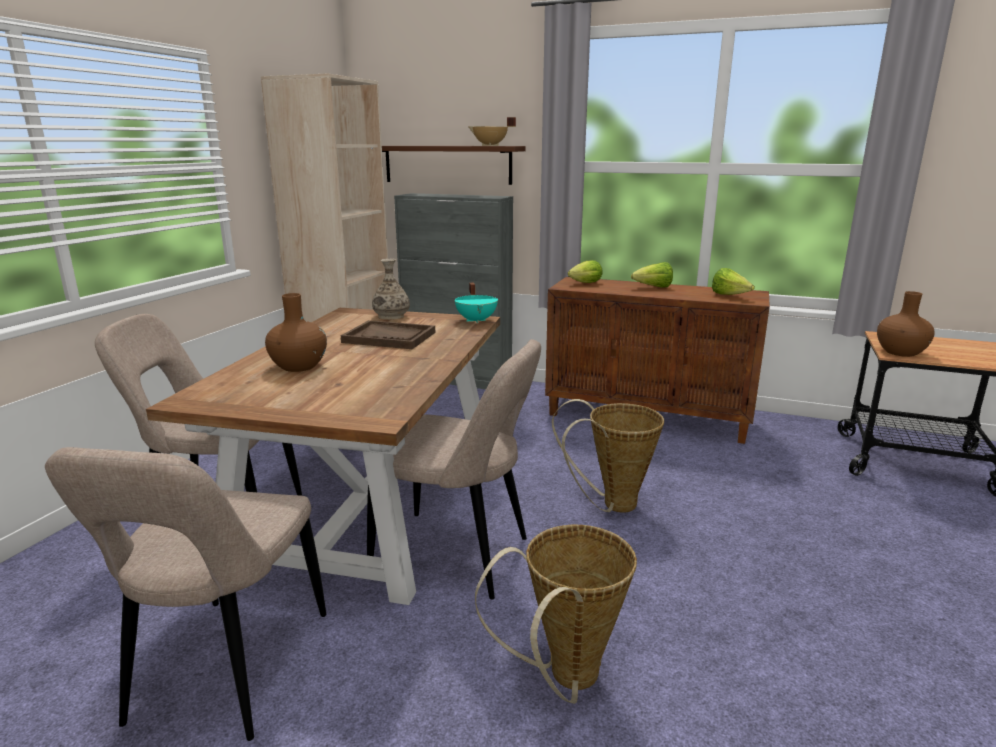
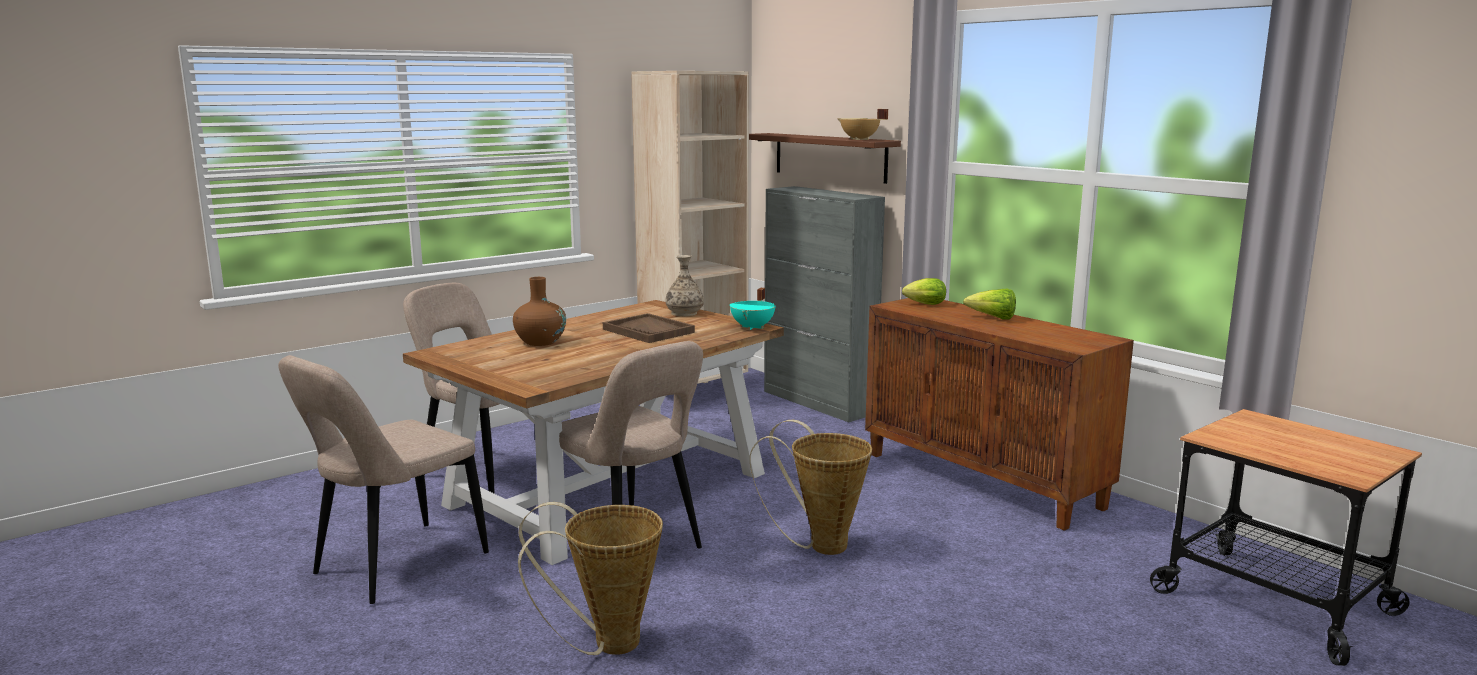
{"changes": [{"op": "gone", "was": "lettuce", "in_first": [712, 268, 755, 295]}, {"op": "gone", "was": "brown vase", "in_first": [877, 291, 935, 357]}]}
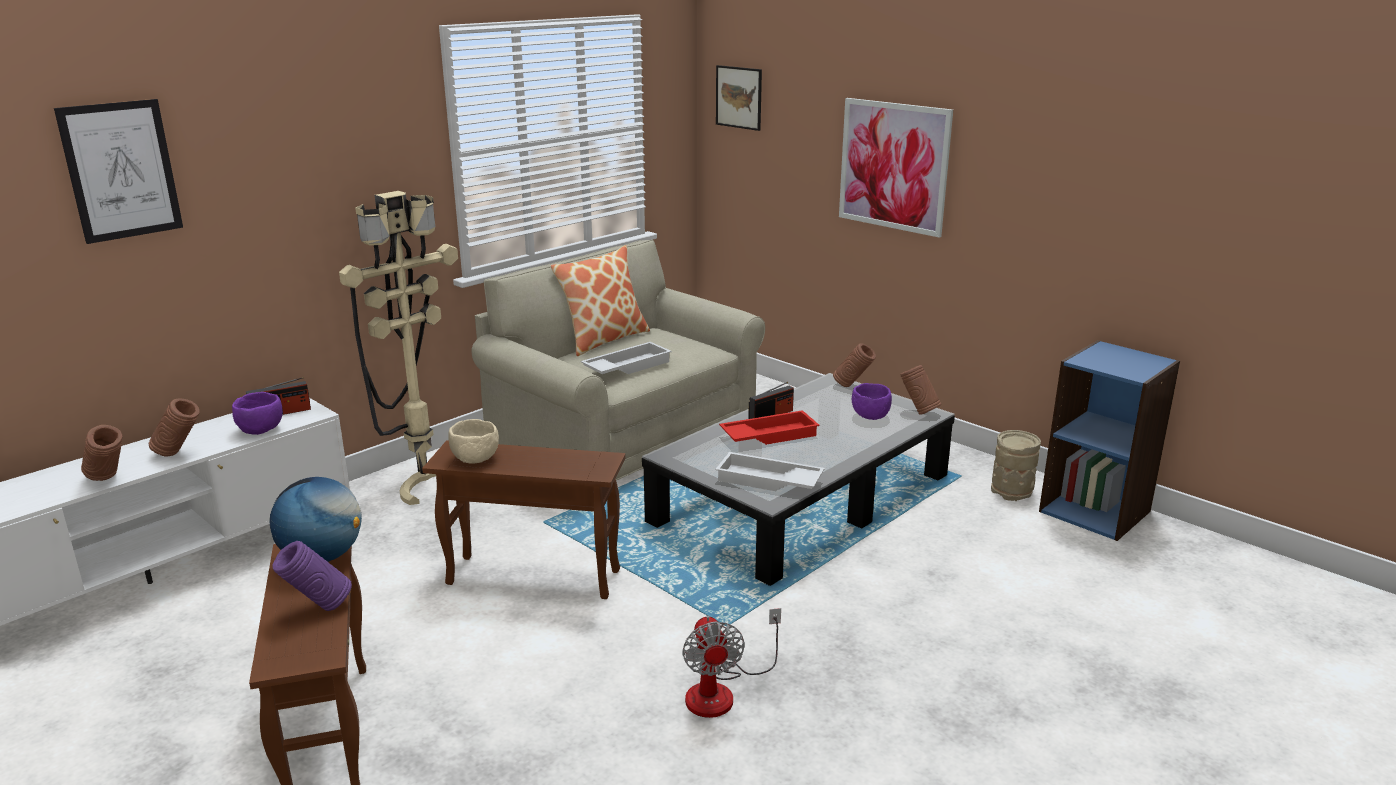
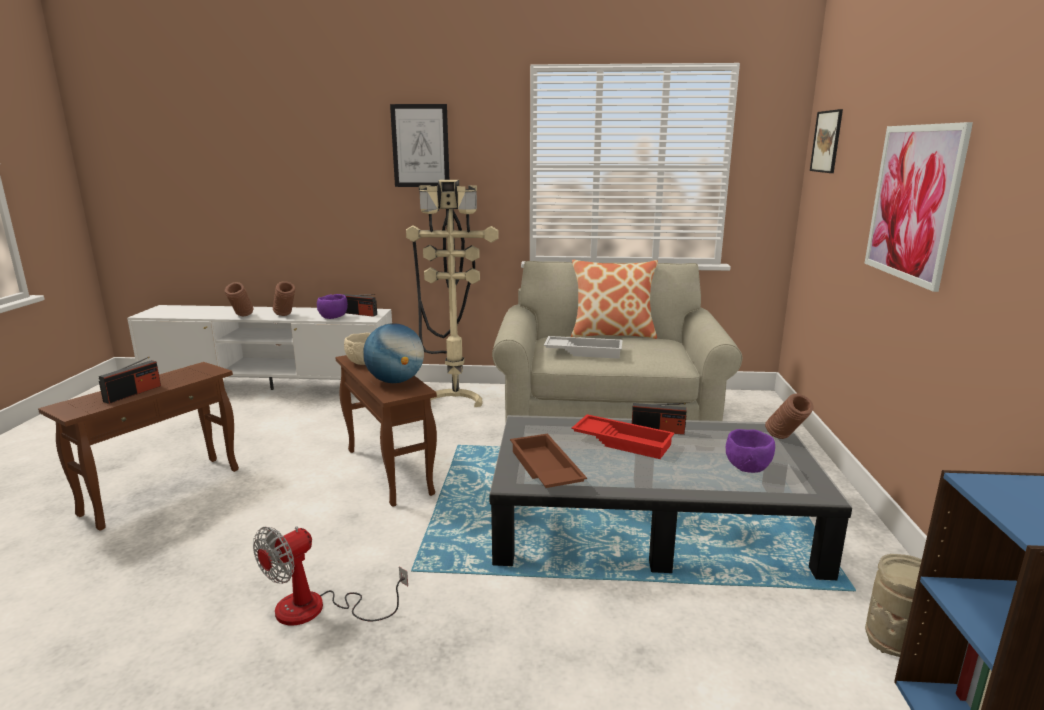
{"changes": [{"op": "gone", "was": "brown vase", "in_first": [900, 365, 941, 414]}, {"op": "shifted", "was": "picture", "in_first": [54, 99, 183, 244], "in_second": [390, 104, 449, 187]}, {"op": "shifted", "was": "globe", "in_first": [269, 477, 362, 562], "in_second": [363, 323, 424, 383]}, {"op": "swapped", "was": "purple vase", "now": "radio", "in_first": [273, 541, 352, 611], "in_second": [99, 357, 161, 404]}, {"op": "repainted", "was": "white tray", "now": "brown tray", "in_first": [715, 452, 825, 491], "in_second": [510, 434, 587, 488]}]}
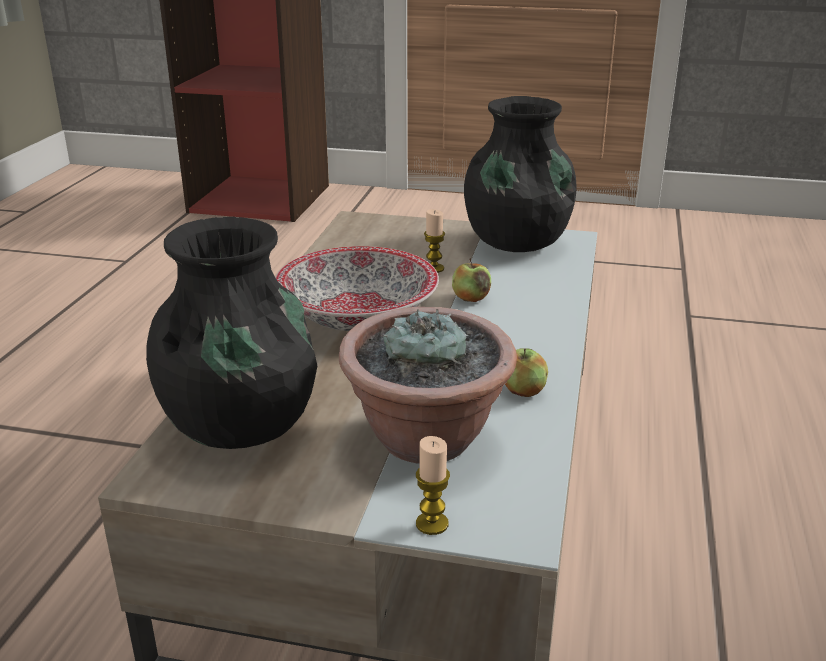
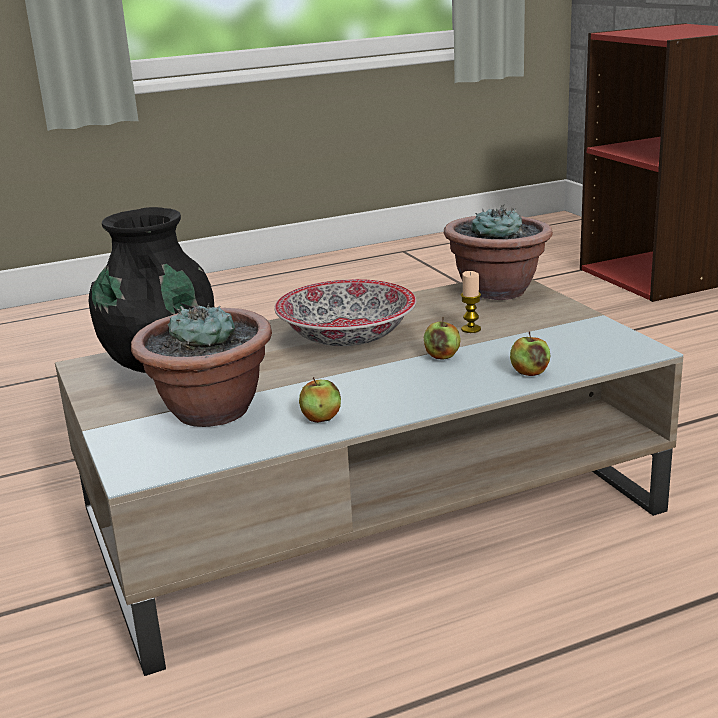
{"changes": [{"op": "gone", "was": "candle", "in_first": [416, 436, 450, 535]}, {"op": "gone", "was": "black vase", "in_first": [464, 96, 577, 252]}, {"op": "new", "now": "potted plant", "in_second": [444, 204, 553, 300]}, {"op": "new", "now": "apple", "in_second": [510, 332, 551, 376]}]}
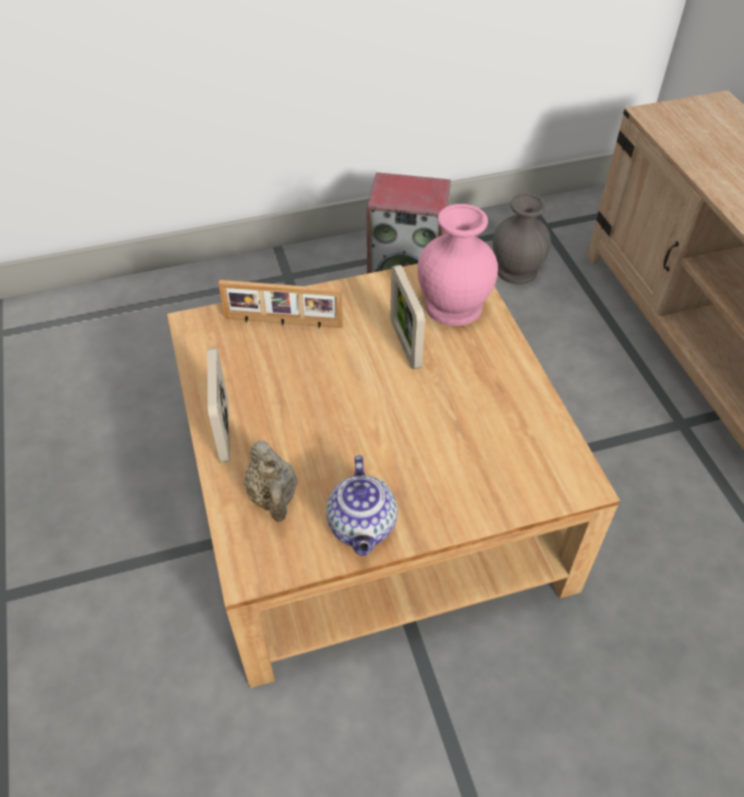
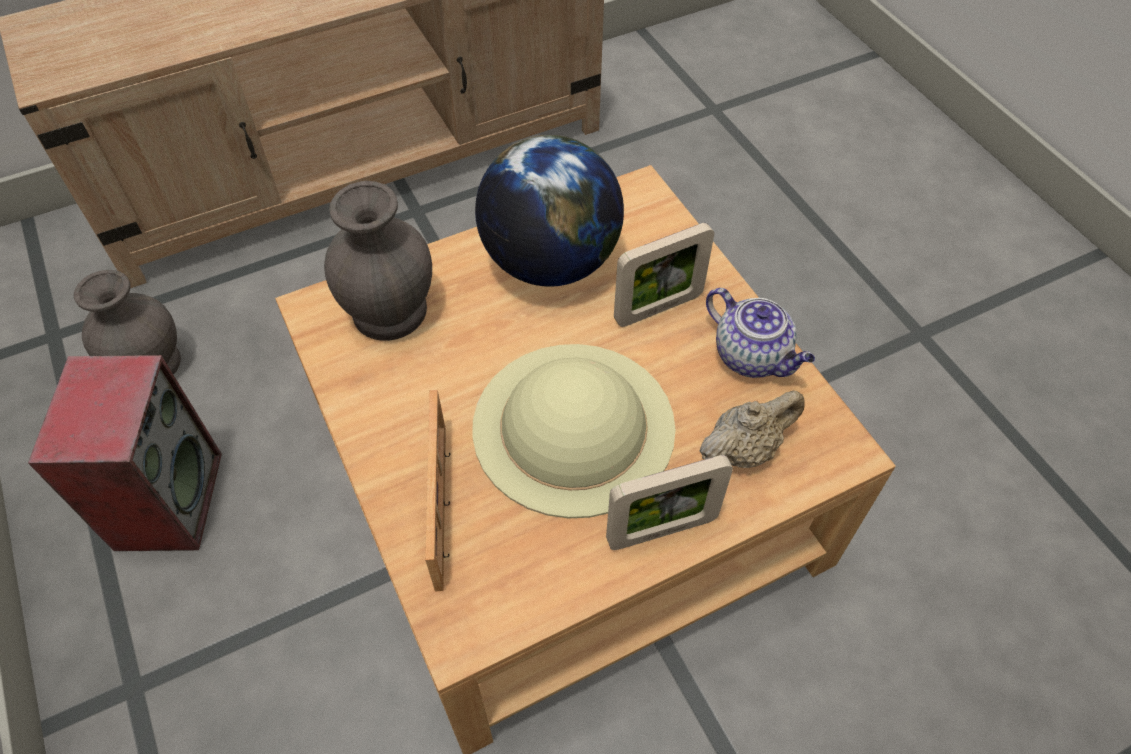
{"changes": [{"op": "new", "now": "beige hat", "in_second": [472, 344, 676, 518]}, {"op": "new", "now": "globe", "in_second": [475, 135, 624, 287]}, {"op": "shifted", "was": "picture frame", "in_first": [390, 265, 425, 369], "in_second": [614, 223, 714, 327]}, {"op": "repainted", "was": "pink vase", "now": "grey vase", "in_first": [417, 204, 498, 326], "in_second": [324, 181, 432, 341]}, {"op": "rotated", "was": "teapot", "in_first": [326, 455, 398, 556], "in_second": [706, 288, 815, 378], "clockwise": 60}]}
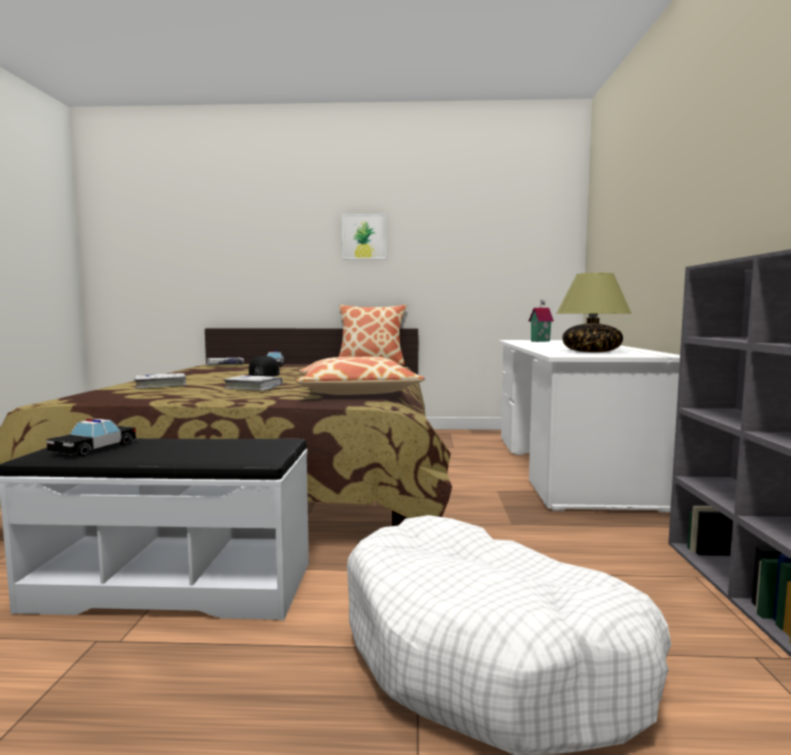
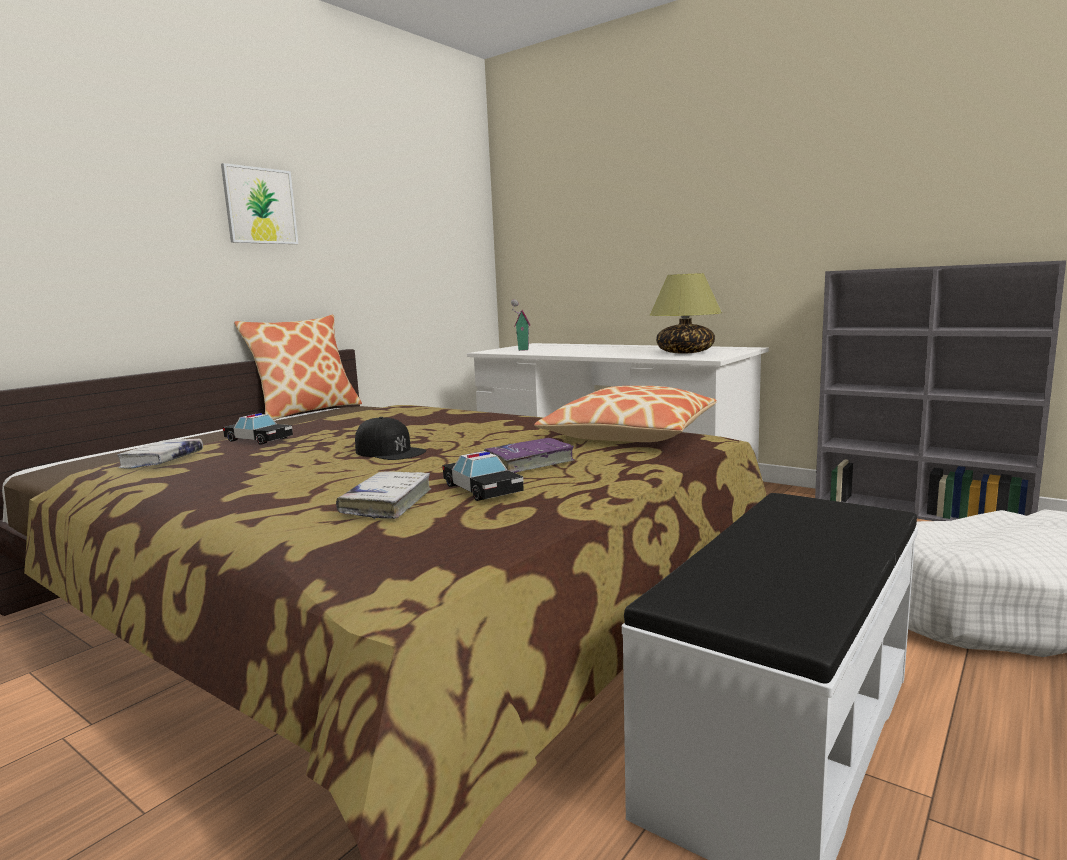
{"changes": [{"op": "shifted", "was": "toy car", "in_first": [46, 419, 136, 456], "in_second": [442, 451, 524, 501]}, {"op": "repainted", "was": "white book", "now": "purple book", "in_first": [223, 375, 283, 391], "in_second": [484, 438, 575, 473]}]}
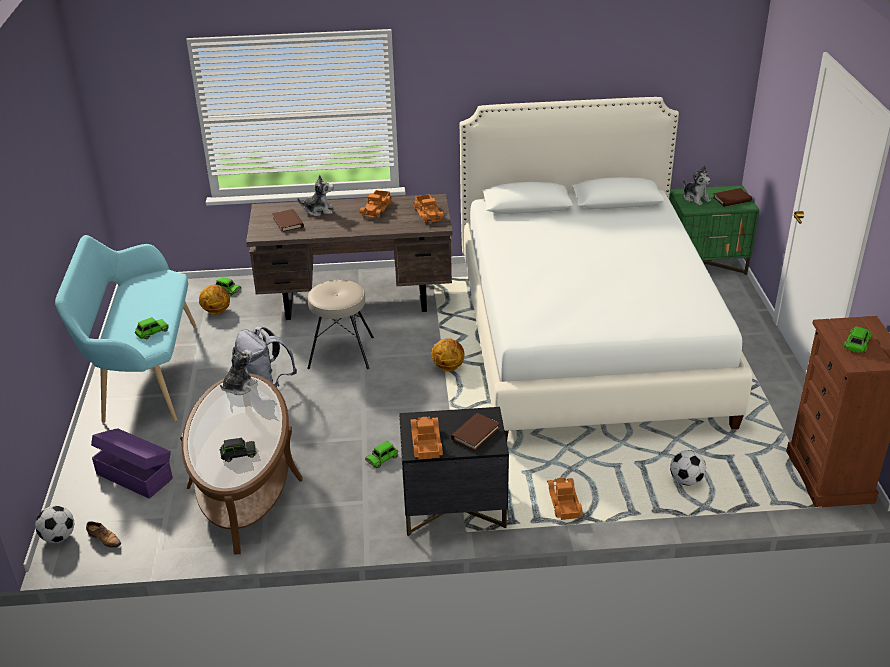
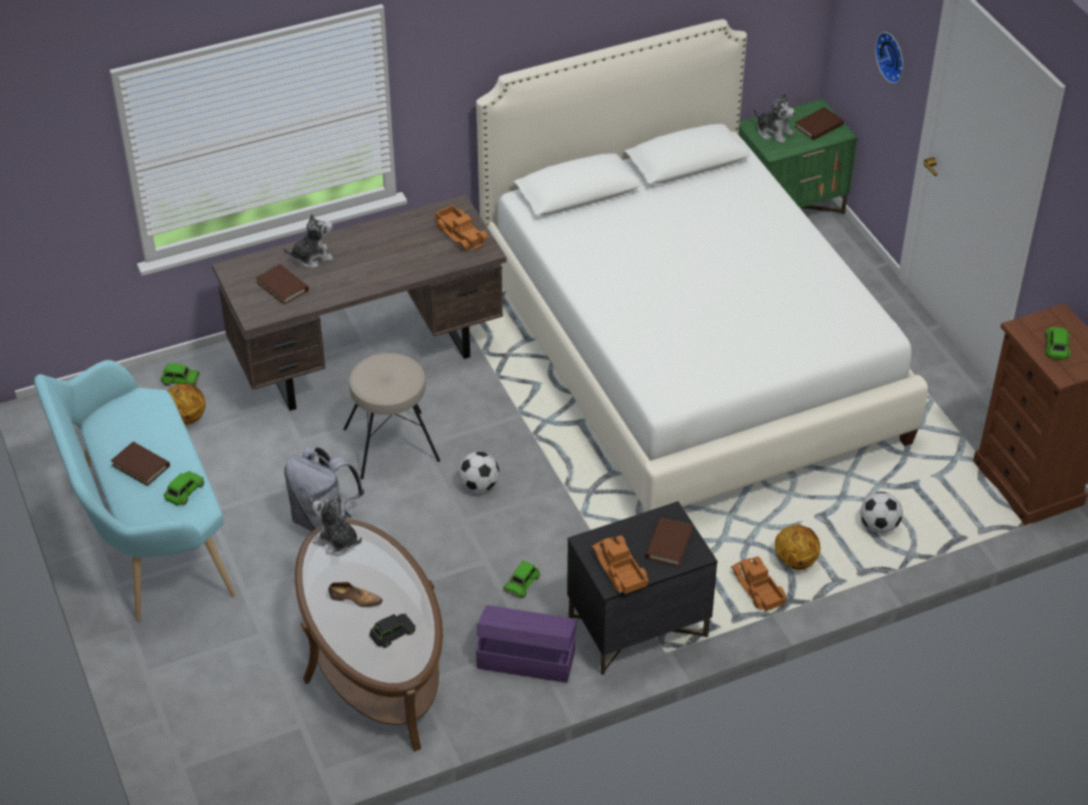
{"changes": [{"op": "gone", "was": "toy truck", "in_first": [360, 190, 392, 218]}, {"op": "new", "now": "brown book", "in_second": [111, 442, 170, 486]}, {"op": "new", "now": "wall clock", "in_second": [875, 32, 903, 84]}, {"op": "shifted", "was": "football", "in_first": [35, 506, 74, 543], "in_second": [459, 452, 499, 492]}, {"op": "shifted", "was": "shoe", "in_first": [86, 521, 121, 548], "in_second": [328, 582, 383, 607]}, {"op": "shifted", "was": "purple storage box", "in_first": [91, 428, 173, 499], "in_second": [476, 605, 577, 683]}, {"op": "shifted", "was": "basketball", "in_first": [431, 338, 465, 371], "in_second": [775, 524, 820, 570]}, {"op": "rotated", "was": "plush toy", "in_first": [220, 346, 257, 395], "in_second": [312, 493, 362, 556], "clockwise": -75}]}
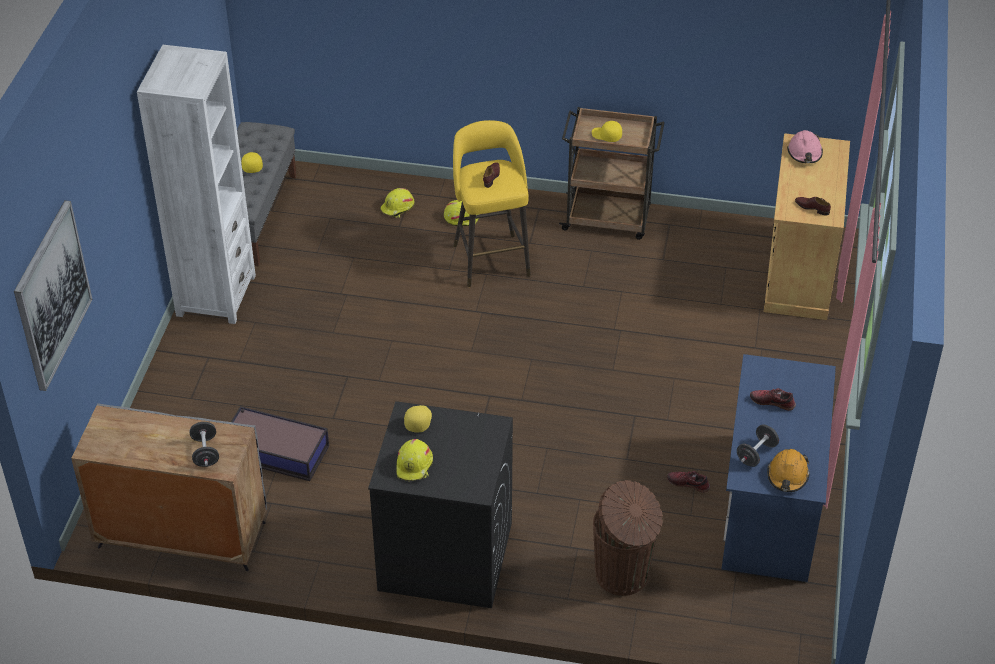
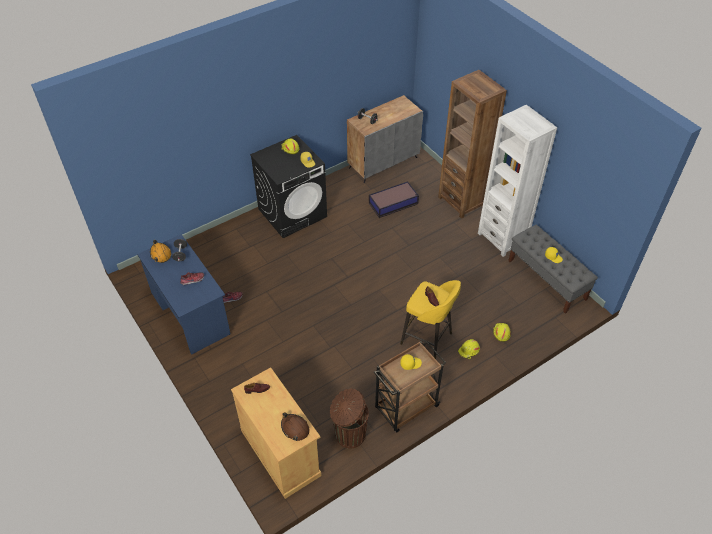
{"changes": [{"op": "gone", "was": "picture", "in_first": [14, 200, 93, 391]}, {"op": "new", "now": "brown bookcase", "in_second": [438, 70, 507, 219]}, {"op": "shifted", "was": "brown trash can", "in_first": [593, 480, 663, 596], "in_second": [330, 389, 369, 449]}, {"op": "repainted", "was": "pink hard hat", "now": "brown hard hat", "in_first": [787, 130, 823, 163], "in_second": [281, 412, 309, 441]}]}
